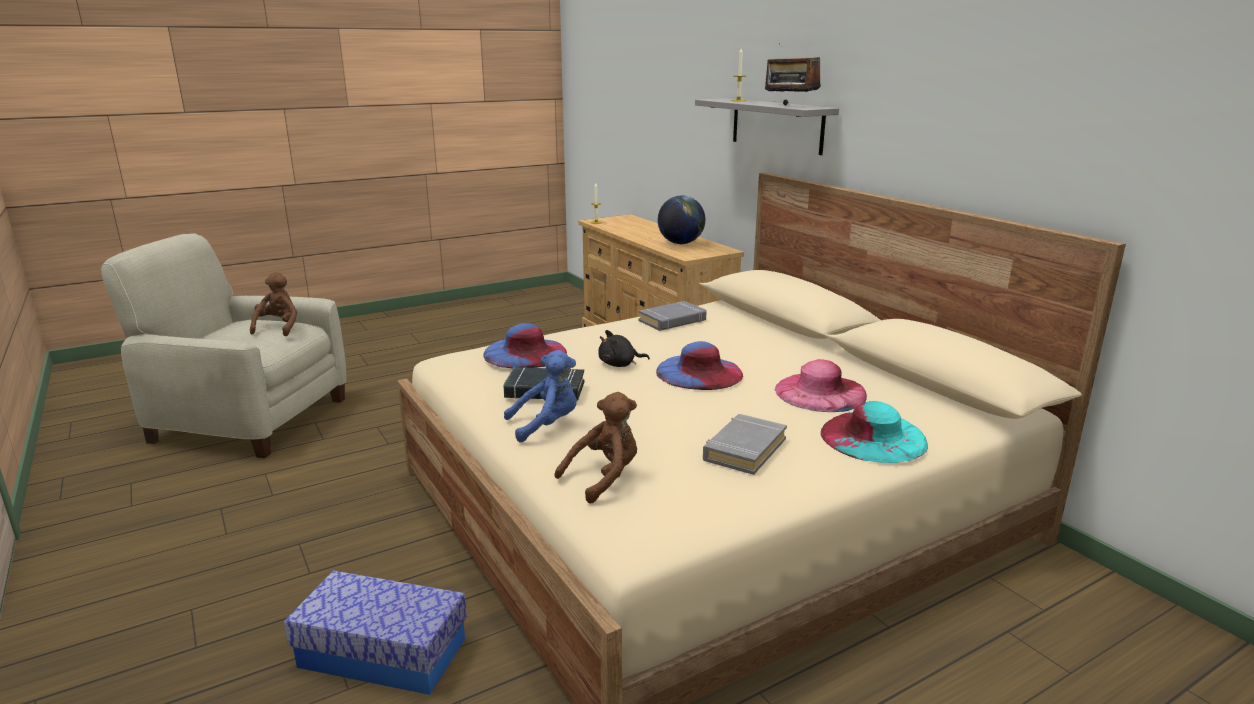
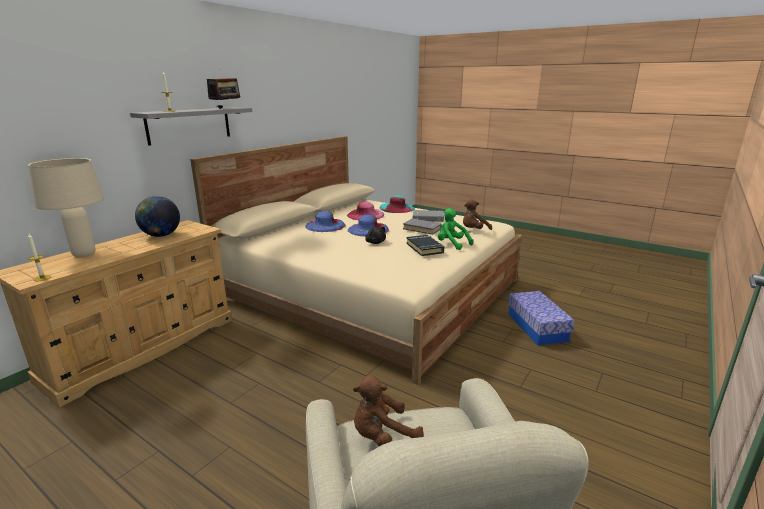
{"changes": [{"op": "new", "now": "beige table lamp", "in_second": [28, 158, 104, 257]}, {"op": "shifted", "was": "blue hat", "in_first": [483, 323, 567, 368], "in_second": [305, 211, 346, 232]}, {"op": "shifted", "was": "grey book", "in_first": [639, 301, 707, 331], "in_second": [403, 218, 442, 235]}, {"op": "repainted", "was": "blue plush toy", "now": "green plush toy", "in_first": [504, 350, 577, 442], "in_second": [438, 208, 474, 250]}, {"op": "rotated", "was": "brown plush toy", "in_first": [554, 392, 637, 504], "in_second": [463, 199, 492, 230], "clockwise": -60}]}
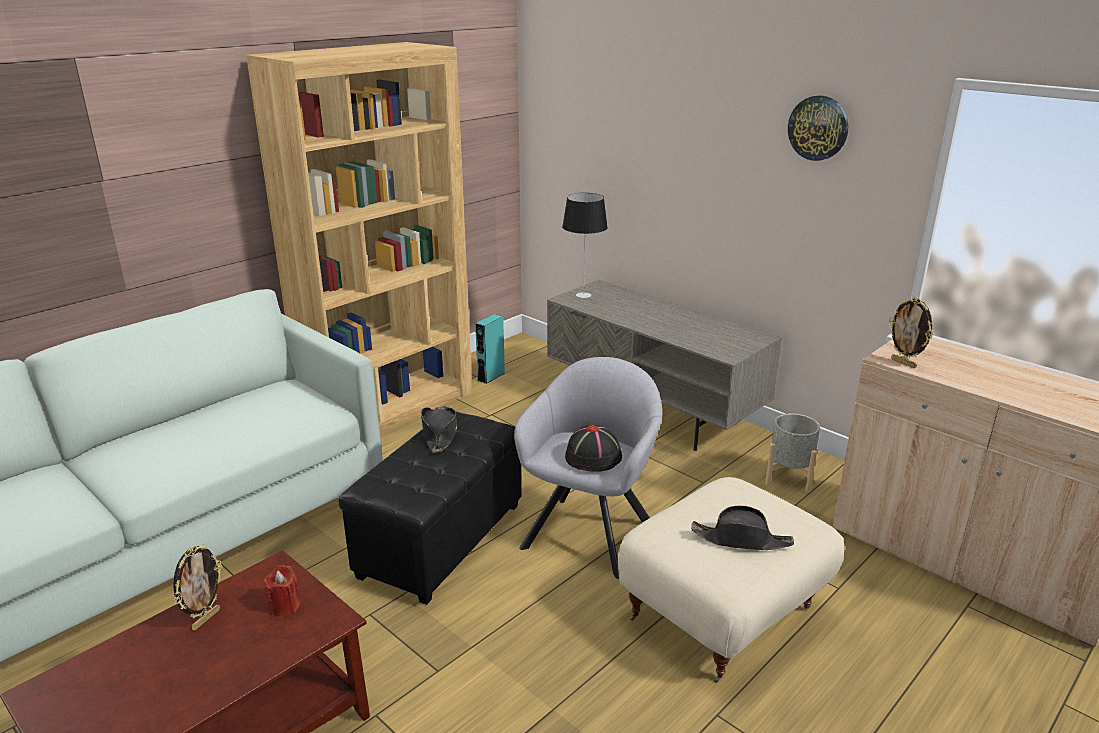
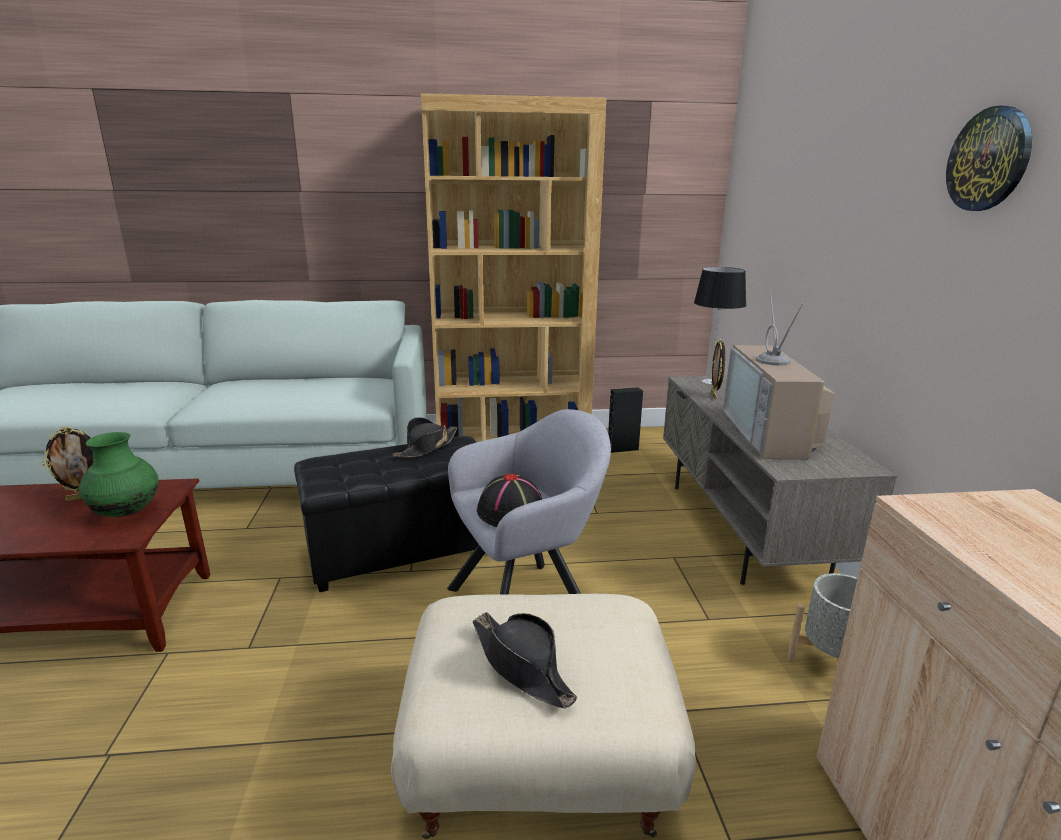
{"changes": [{"op": "new", "now": "television", "in_second": [723, 288, 835, 459]}, {"op": "shifted", "was": "picture frame", "in_first": [889, 297, 933, 368], "in_second": [711, 338, 725, 400]}, {"op": "swapped", "was": "red candle", "now": "green vase", "in_first": [264, 565, 301, 616], "in_second": [79, 432, 159, 517]}, {"op": "repainted", "was": "turquoise speaker", "now": "black speaker", "in_first": [475, 314, 505, 384], "in_second": [608, 387, 643, 453]}]}
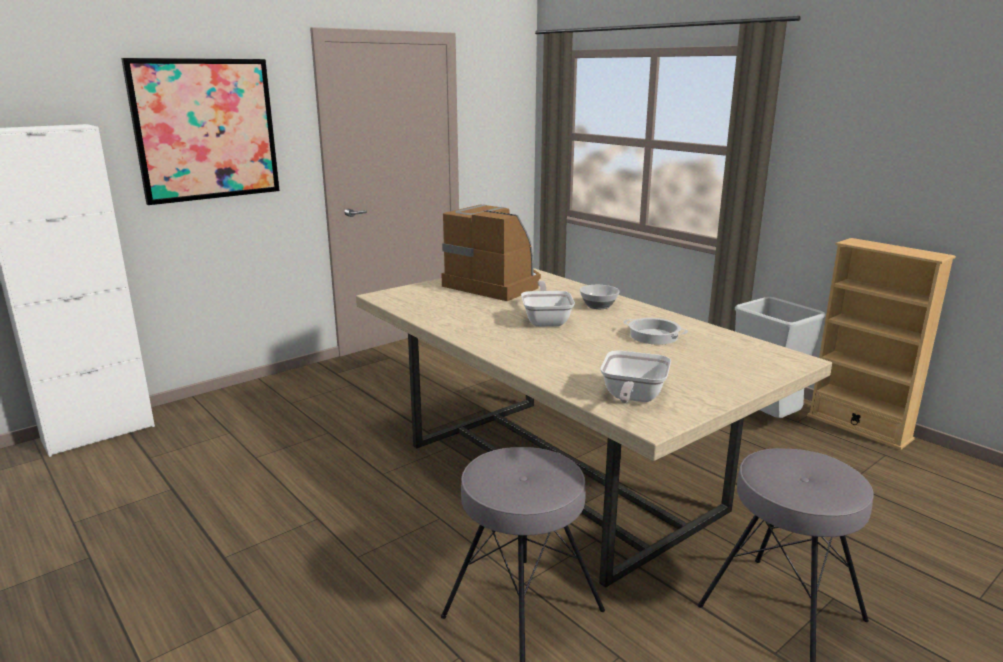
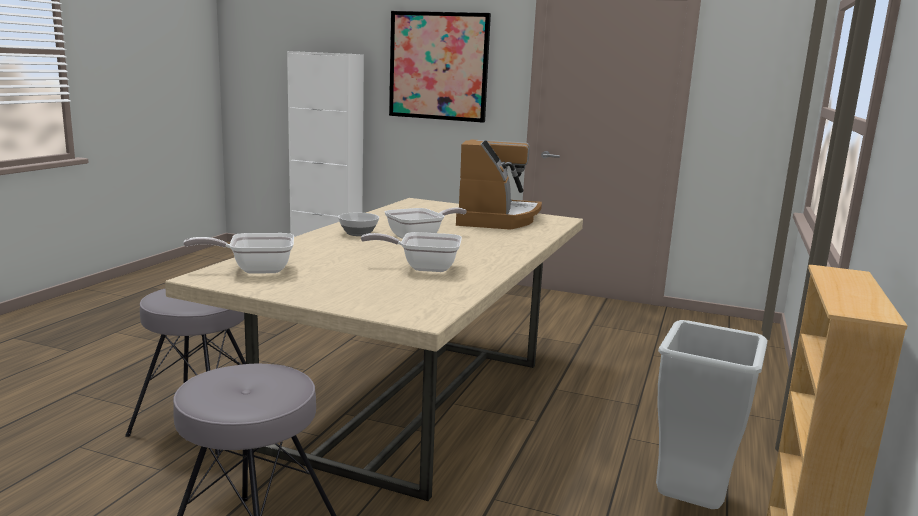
{"changes": [{"op": "shifted", "was": "bowl", "in_first": [580, 285, 620, 309], "in_second": [338, 213, 379, 236]}, {"op": "swapped", "was": "cooking pot", "now": "frying pan", "in_first": [623, 318, 688, 345], "in_second": [361, 232, 462, 272]}]}
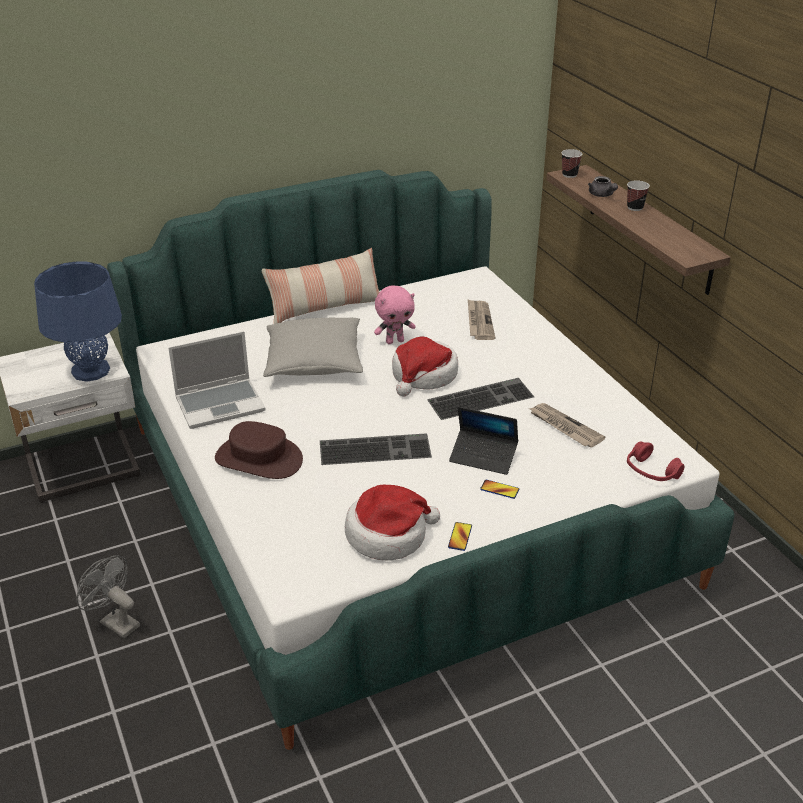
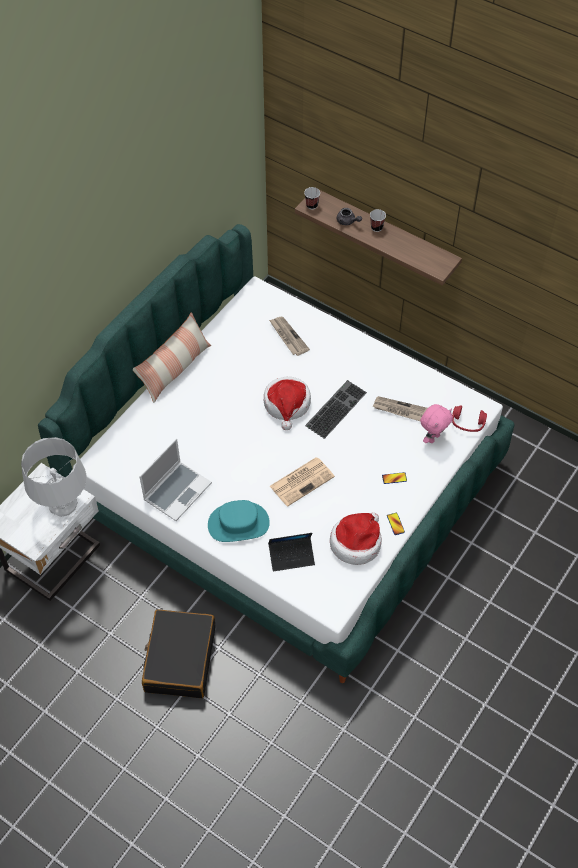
{"changes": [{"op": "gone", "was": "grey pillow", "in_first": [263, 318, 363, 377]}, {"op": "shifted", "was": "pink plush toy", "in_first": [374, 286, 415, 344], "in_second": [420, 404, 453, 443]}, {"op": "shifted", "was": "laptop", "in_first": [449, 407, 518, 475], "in_second": [268, 533, 315, 571]}, {"op": "swapped", "was": "grey fan", "now": "black suitcase", "in_first": [77, 556, 140, 638], "in_second": [142, 609, 216, 698]}, {"op": "swapped", "was": "keyboard", "now": "newspaper", "in_first": [320, 433, 432, 465], "in_second": [270, 457, 335, 507]}, {"op": "repainted", "was": "blue table lamp", "now": "grey table lamp", "in_first": [34, 261, 122, 382], "in_second": [21, 437, 86, 517]}, {"op": "repainted", "was": "brown hat", "now": "turquoise hat", "in_first": [215, 421, 303, 479], "in_second": [208, 500, 270, 542]}]}
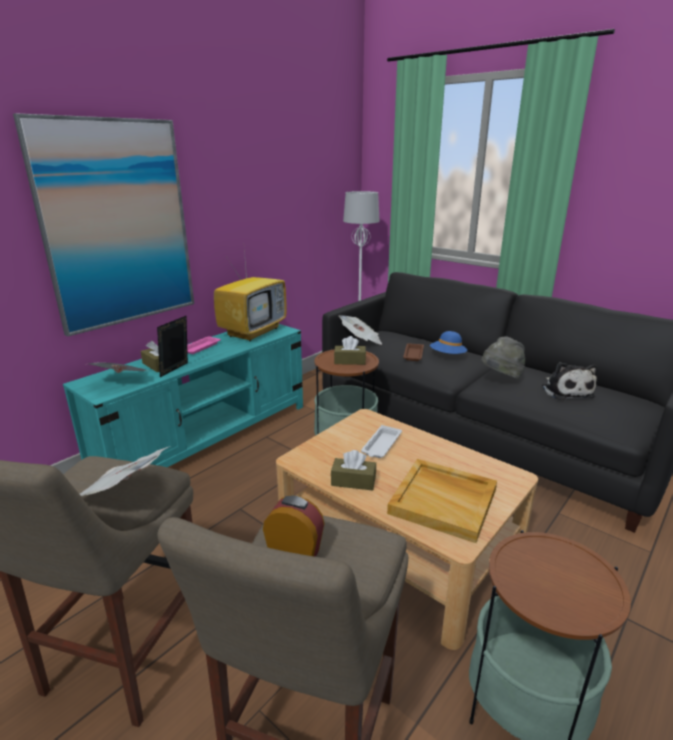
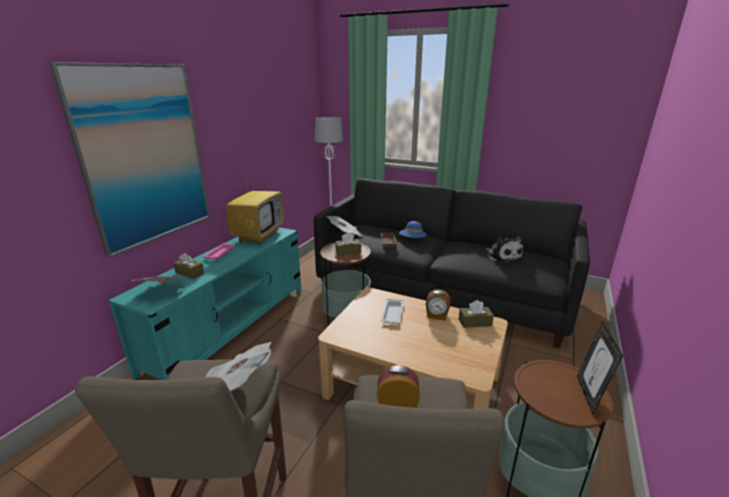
{"changes": [{"op": "gone", "was": "beige tray", "in_first": [387, 459, 497, 543]}, {"op": "gone", "was": "grey hat", "in_first": [481, 336, 525, 379]}, {"op": "new", "now": "alarm clock", "in_second": [426, 289, 451, 321]}, {"op": "shifted", "was": "picture frame", "in_first": [157, 316, 188, 377], "in_second": [577, 322, 623, 414]}, {"op": "shifted", "was": "brown tissue box", "in_first": [331, 450, 376, 491], "in_second": [459, 300, 494, 328]}]}
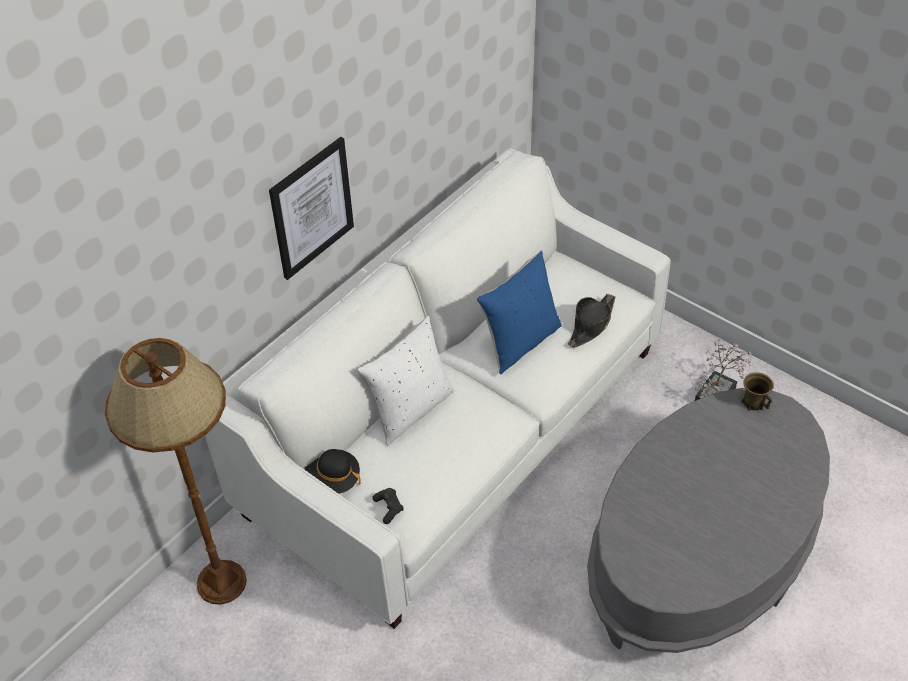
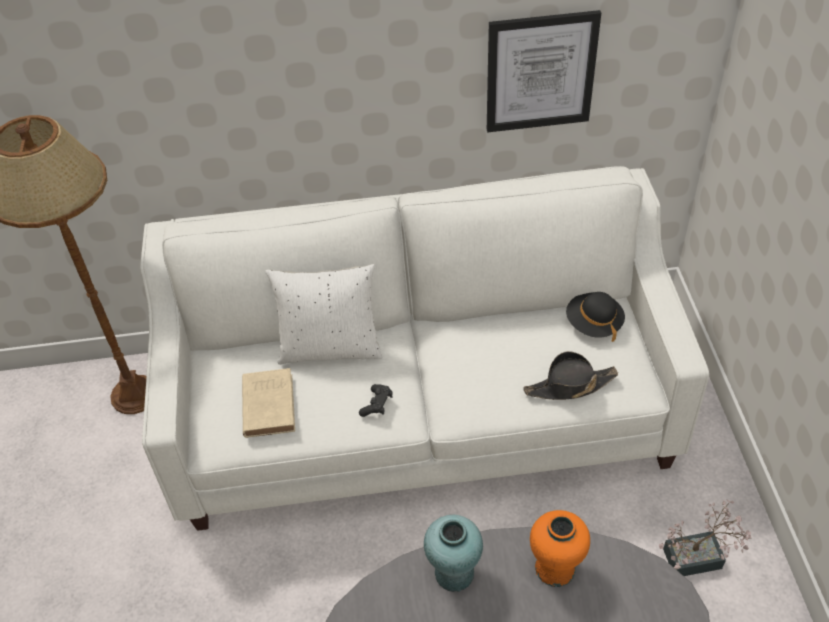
{"changes": [{"op": "gone", "was": "blue pillow", "in_first": [477, 251, 562, 374]}, {"op": "gone", "was": "brown mug", "in_first": [741, 372, 774, 411]}, {"op": "new", "now": "beige book", "in_second": [242, 368, 295, 438]}, {"op": "new", "now": "turquoise vase", "in_second": [424, 515, 483, 592]}, {"op": "new", "now": "orange vase", "in_second": [530, 510, 590, 587]}, {"op": "shifted", "was": "picture", "in_first": [269, 137, 354, 280], "in_second": [487, 10, 601, 133]}, {"op": "shifted", "was": "black hat", "in_first": [304, 449, 361, 494], "in_second": [566, 292, 625, 342]}, {"op": "shifted", "was": "black game controller", "in_first": [373, 488, 404, 524], "in_second": [359, 384, 393, 417]}]}
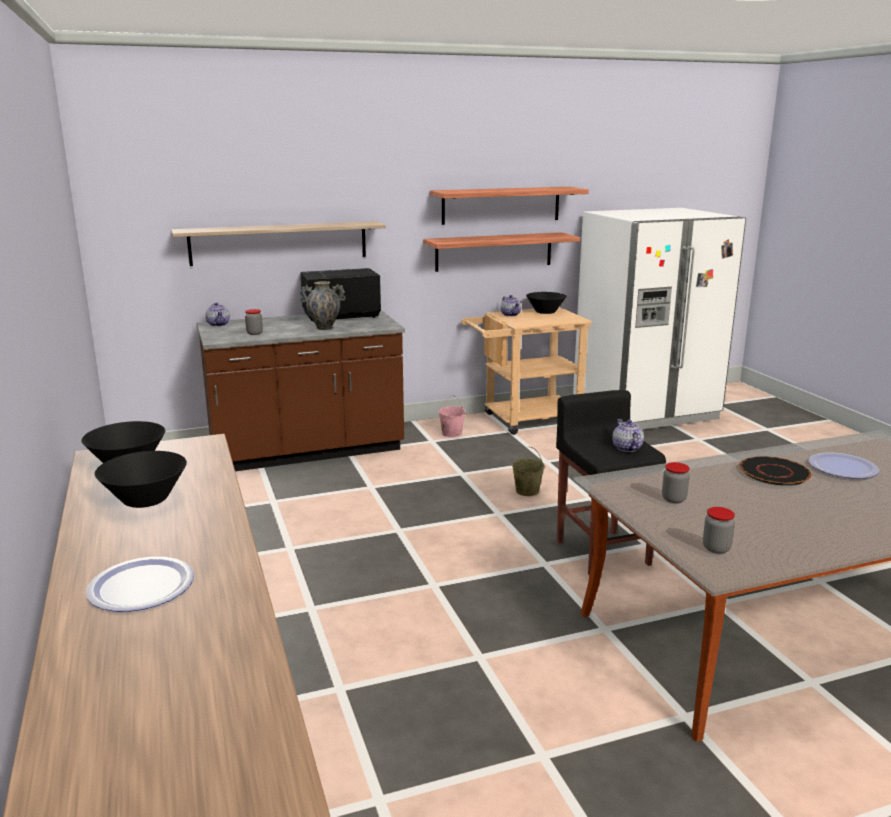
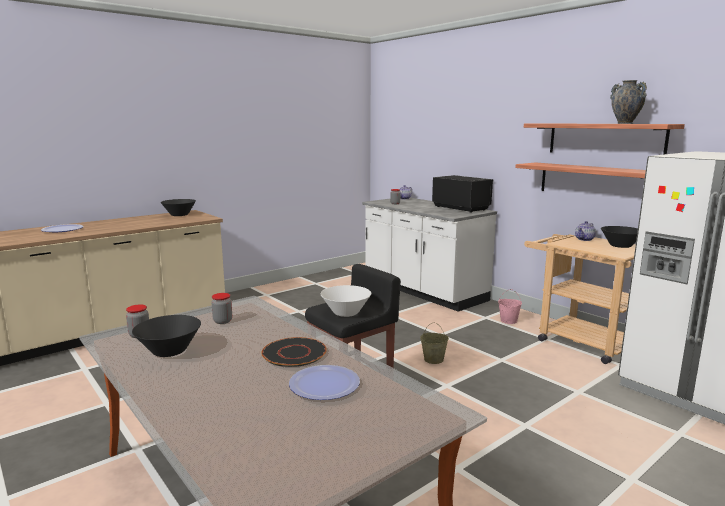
{"changes": [{"op": "gone", "was": "shelf", "in_first": [171, 221, 386, 266]}, {"op": "shifted", "was": "black bowl", "in_first": [95, 451, 187, 508], "in_second": [132, 315, 201, 357]}, {"op": "shifted", "was": "vase", "in_first": [300, 281, 345, 330], "in_second": [610, 80, 647, 124]}, {"op": "swapped", "was": "teapot", "now": "white bowl", "in_first": [612, 419, 644, 452], "in_second": [321, 285, 371, 317]}, {"op": "repainted", "was": "brown counter", "now": "white counter", "in_first": [197, 310, 405, 471], "in_second": [362, 198, 497, 312]}]}
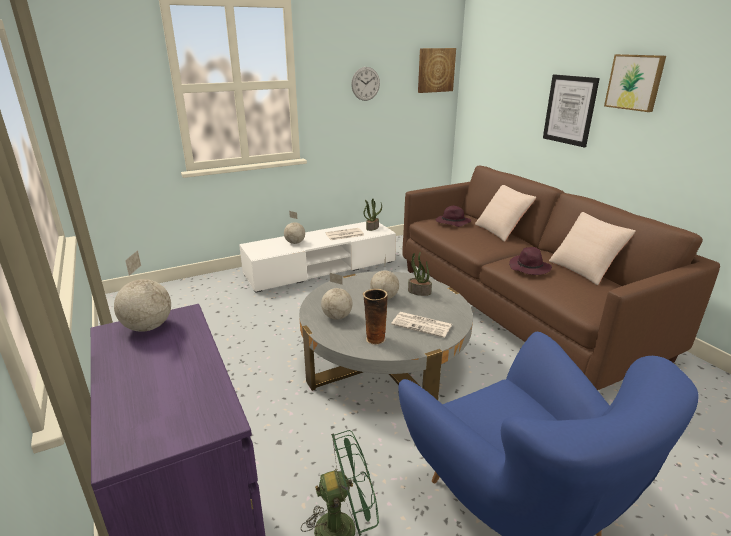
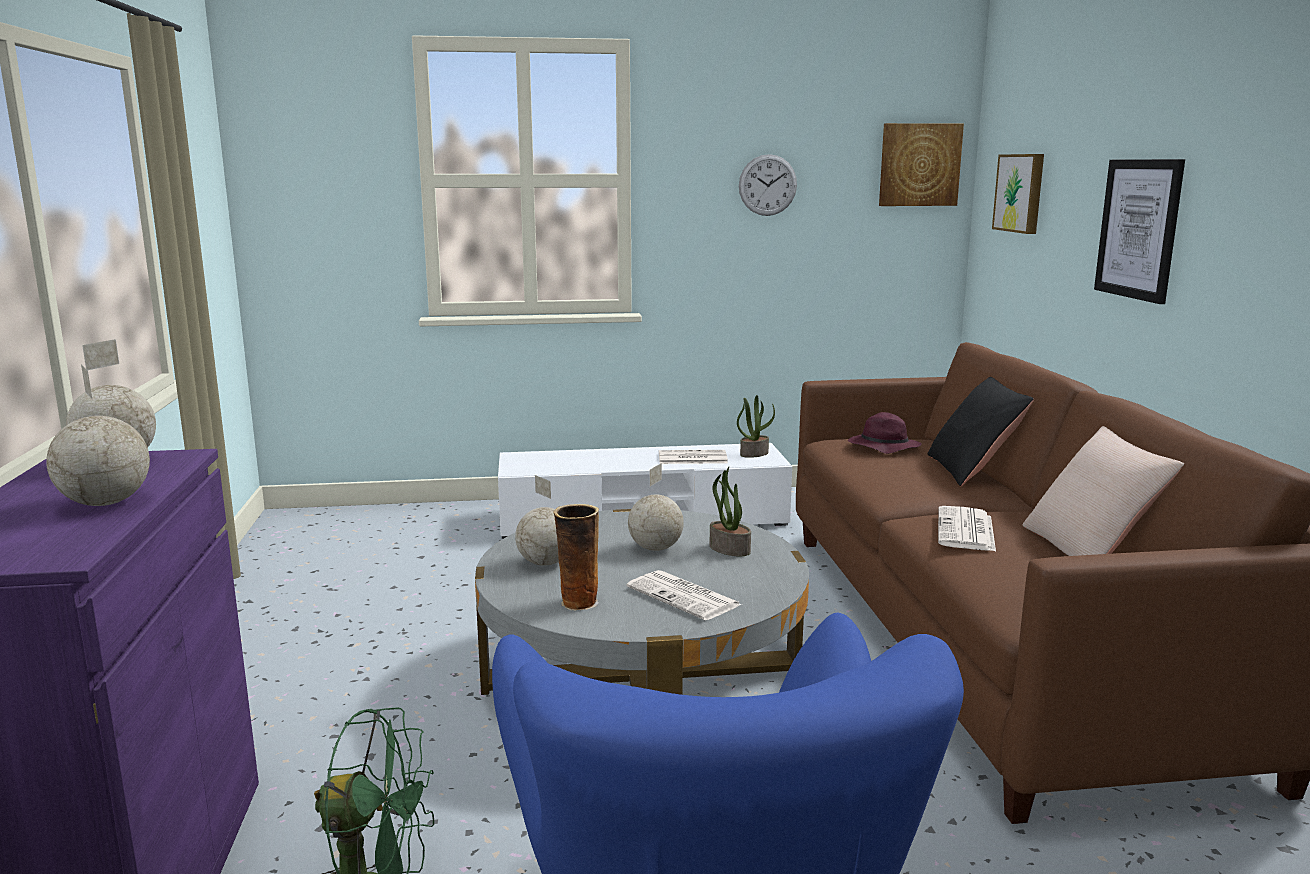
{"changes": [{"op": "shifted", "was": "globe", "in_first": [284, 211, 305, 244], "in_second": [46, 365, 150, 506]}, {"op": "shifted", "was": "picture", "in_first": [604, 54, 666, 112], "in_second": [992, 154, 1044, 234]}, {"op": "swapped", "was": "purple hat", "now": "newspaper", "in_first": [509, 247, 552, 275], "in_second": [938, 506, 996, 551]}, {"op": "repainted", "was": "beige pillow", "now": "black pillow", "in_first": [475, 185, 536, 242], "in_second": [927, 377, 1034, 486]}]}
